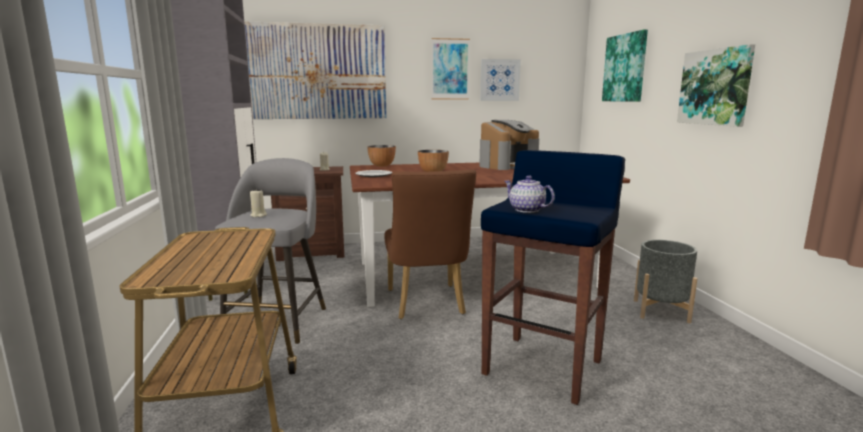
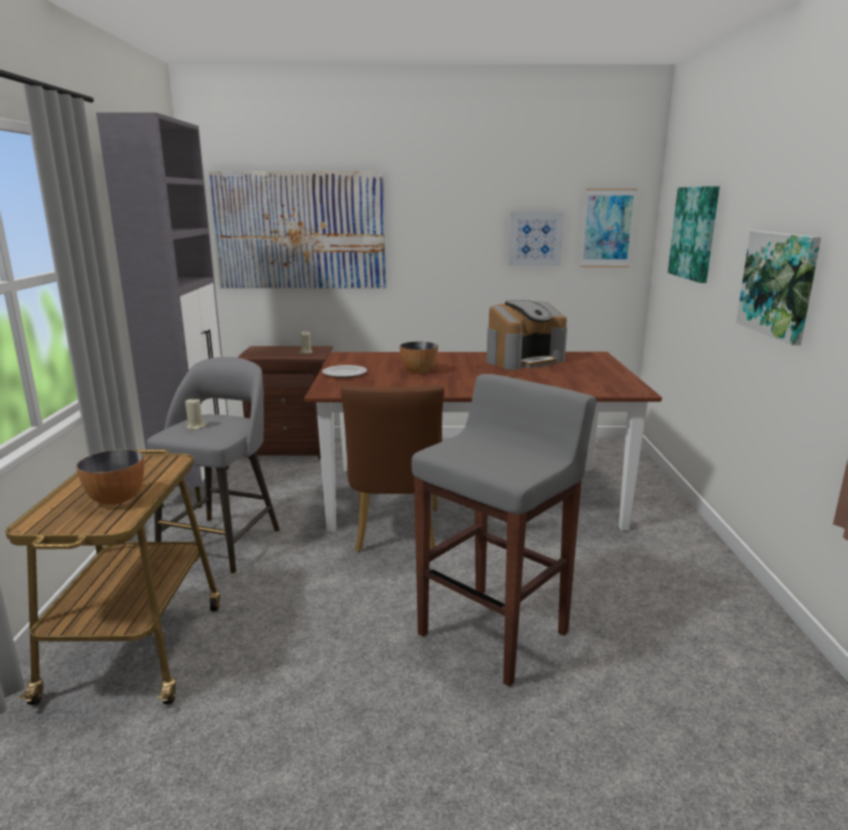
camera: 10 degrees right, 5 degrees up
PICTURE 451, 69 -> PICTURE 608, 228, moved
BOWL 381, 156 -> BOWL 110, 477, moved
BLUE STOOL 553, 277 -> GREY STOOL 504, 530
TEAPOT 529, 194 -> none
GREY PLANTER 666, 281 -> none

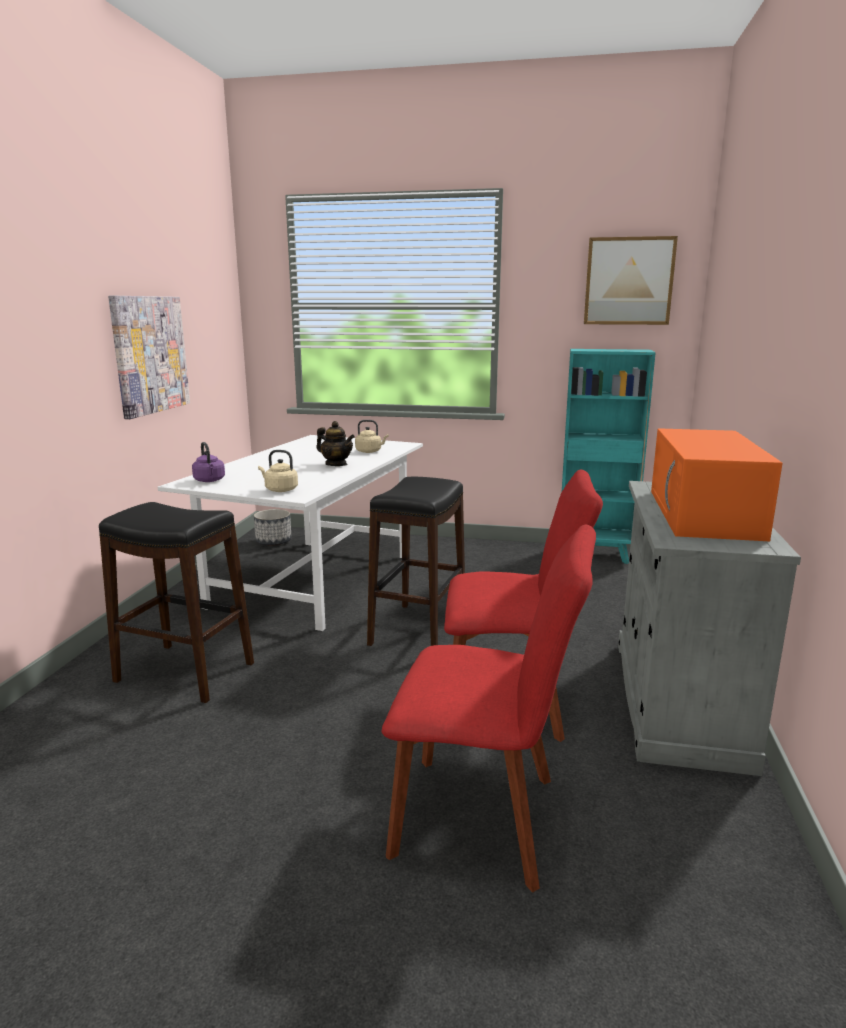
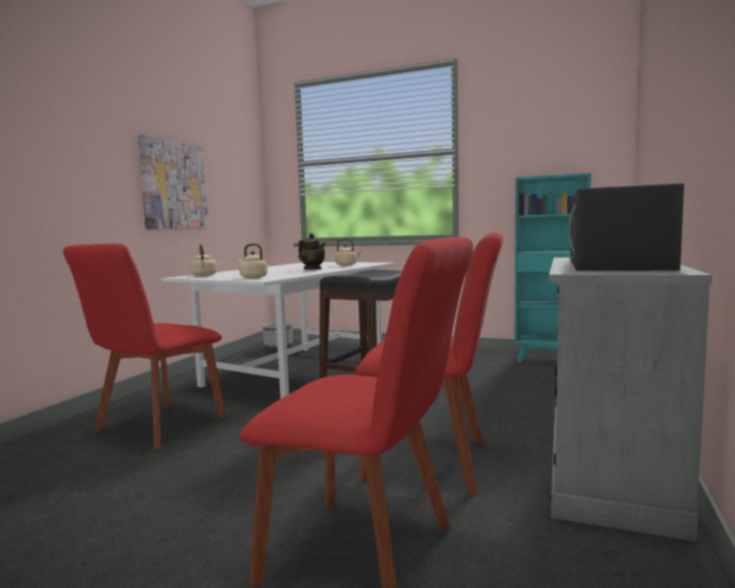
camera: 10 degrees right, 10 degrees down
PICTURE 631, 280 -> none
ORANGE MICROWAVE 717, 484 -> BLACK MICROWAVE 626, 227
PURPLE KETTLE 208, 462 -> BEIGE KETTLE 203, 260
BLACK STOOL 176, 602 -> RED CHAIR 144, 346

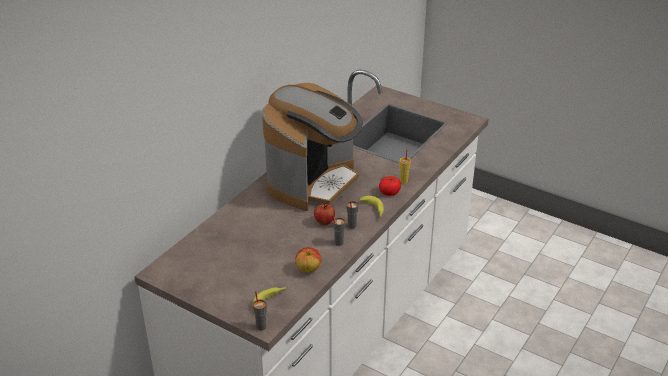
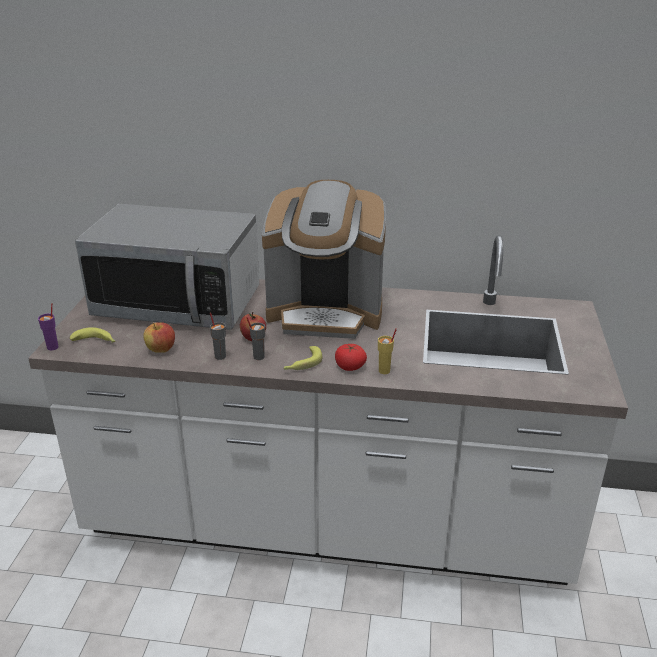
camera: 65 degrees right, 5 degrees down
GREY CUP 260, 311 -> PURPLE CUP 48, 326
none -> MICROWAVE 167, 267

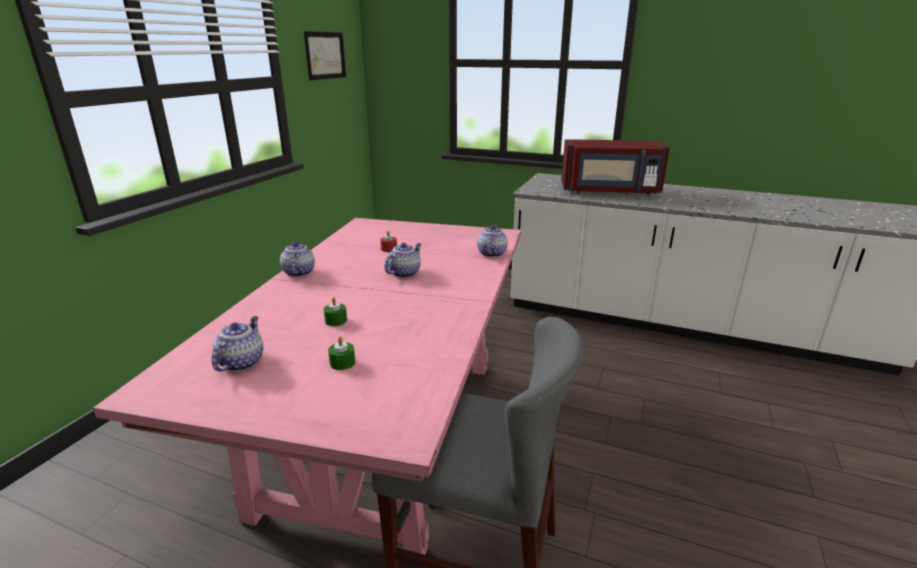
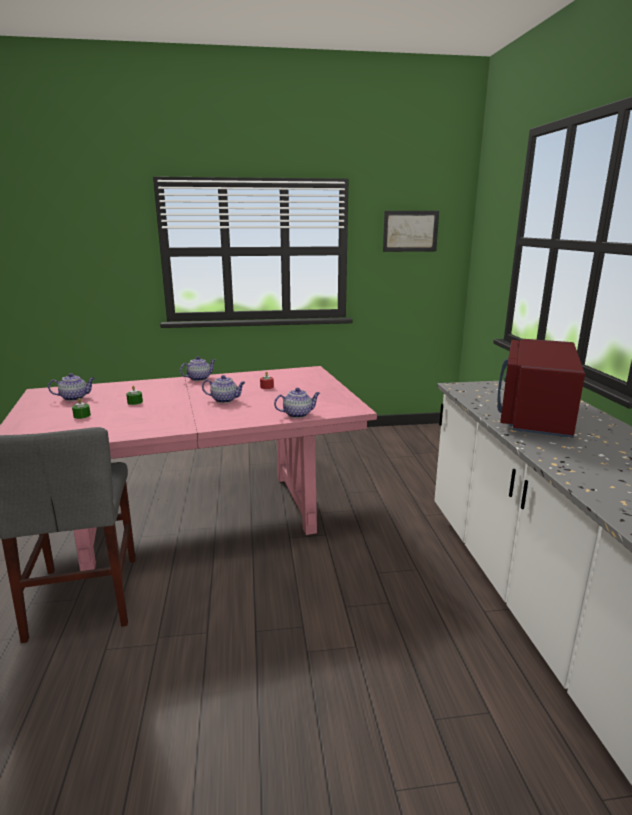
camera: 60 degrees right, 5 degrees down
RED MICROWAVE 615, 167 -> RED MICROWAVE 541, 388, 45 degrees clockwise

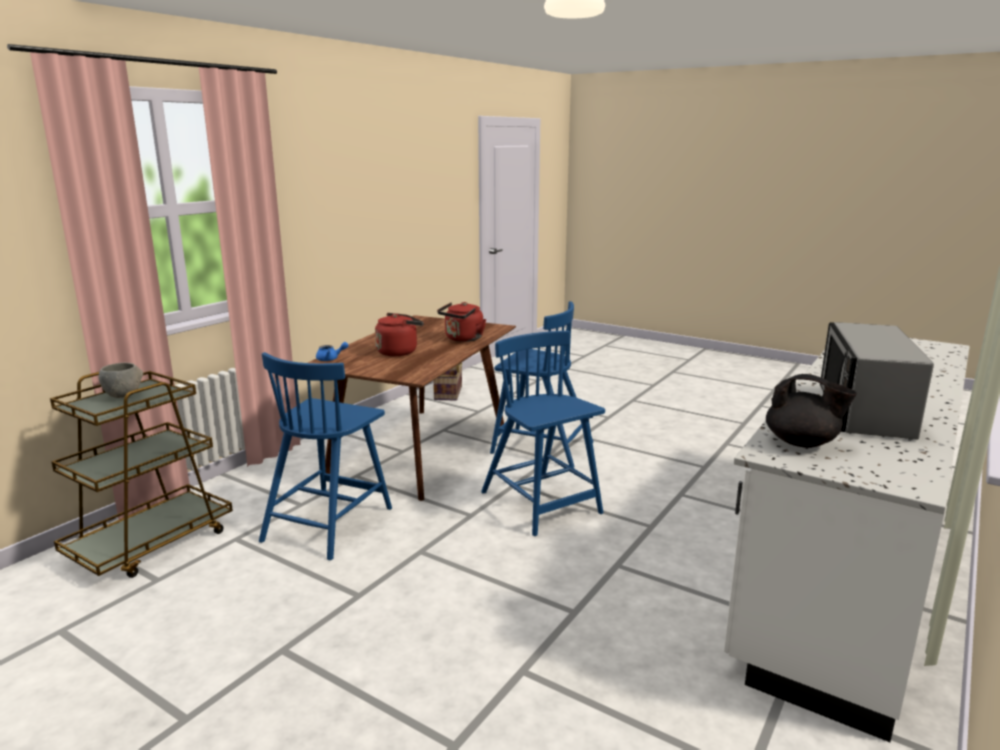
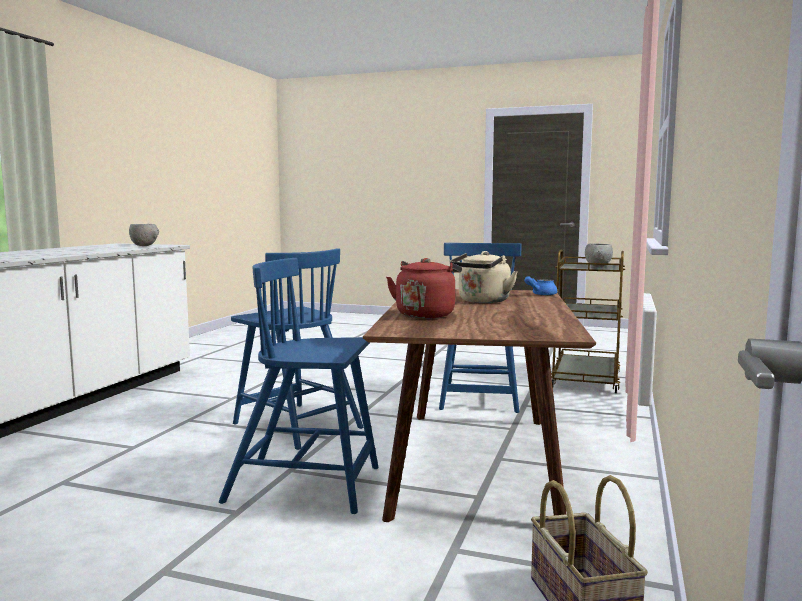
camera: 165 degrees right, 10 degrees down
RED KETTLE 399, 334 -> BEIGE KETTLE 484, 277
MICROWAVE 877, 381 -> none
BLACK TEAPOT 811, 411 -> GREY BOWL 144, 235

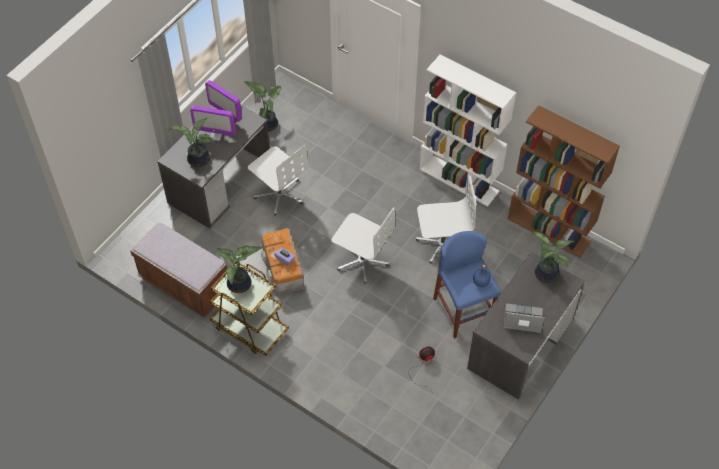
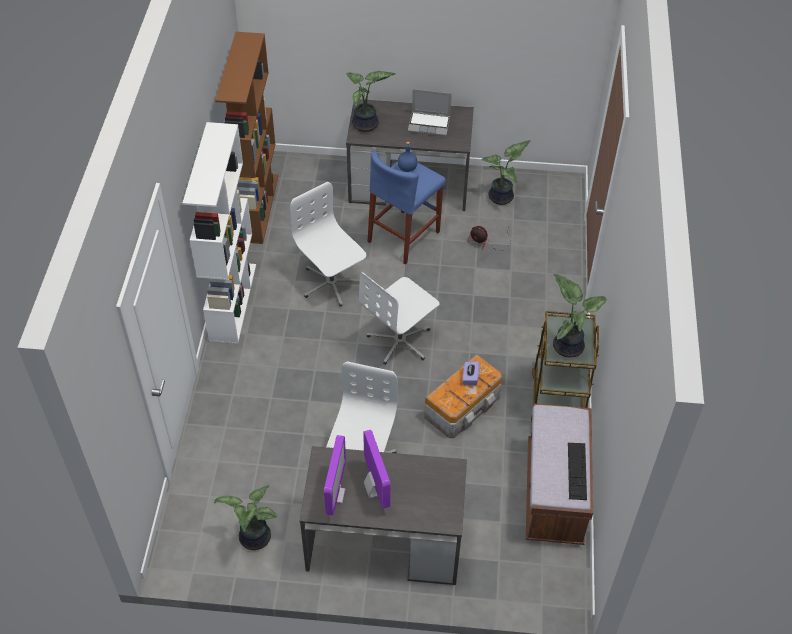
camera: 120 degrees left, 5 degrees down
POTTED PLANT 191, 142 -> POTTED PLANT 506, 172, moved
WHITE OFFICE CHAIR 363, 245 -> WHITE OFFICE CHAIR 399, 318, 135 degrees counterclockwise
LAPTOP 524, 318 -> LAPTOP 430, 112, 60 degrees counterclockwise
none -> KEYBOARD 577, 471

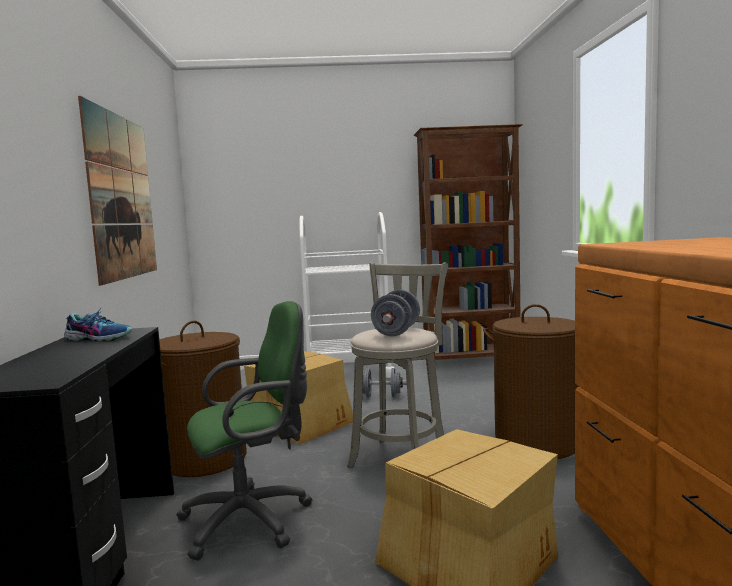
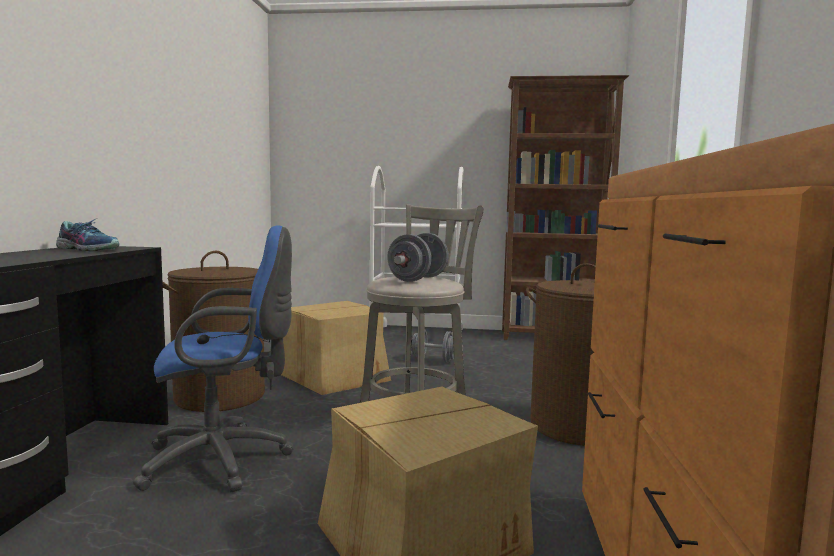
camera: 10 degrees right, 0 degrees up
PICTURE 117, 191 -> none
GREEN OFFICE CHAIR 244, 430 -> BLUE OFFICE CHAIR 213, 359

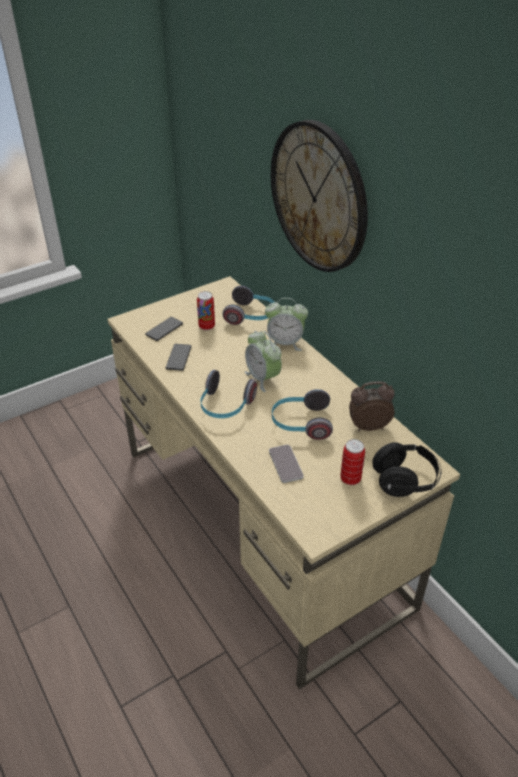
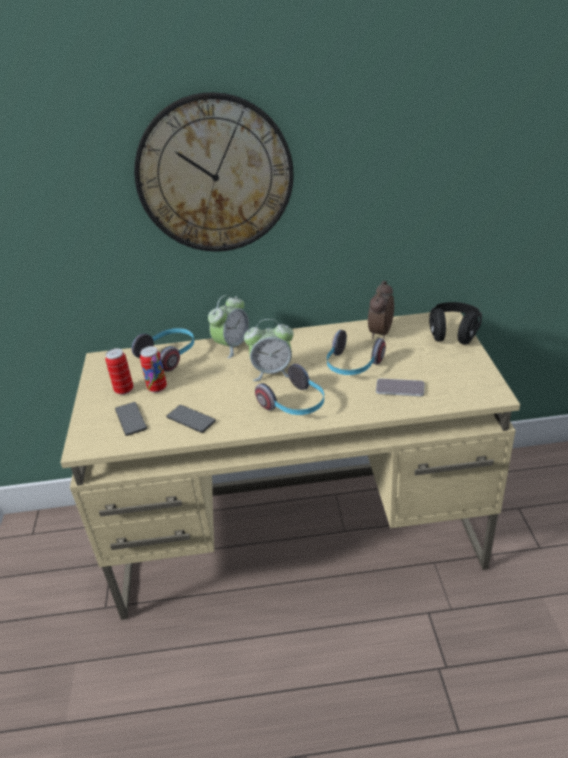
camera: 60 degrees left, 5 degrees down
CAN 352, 462 -> CAN 119, 371, moved

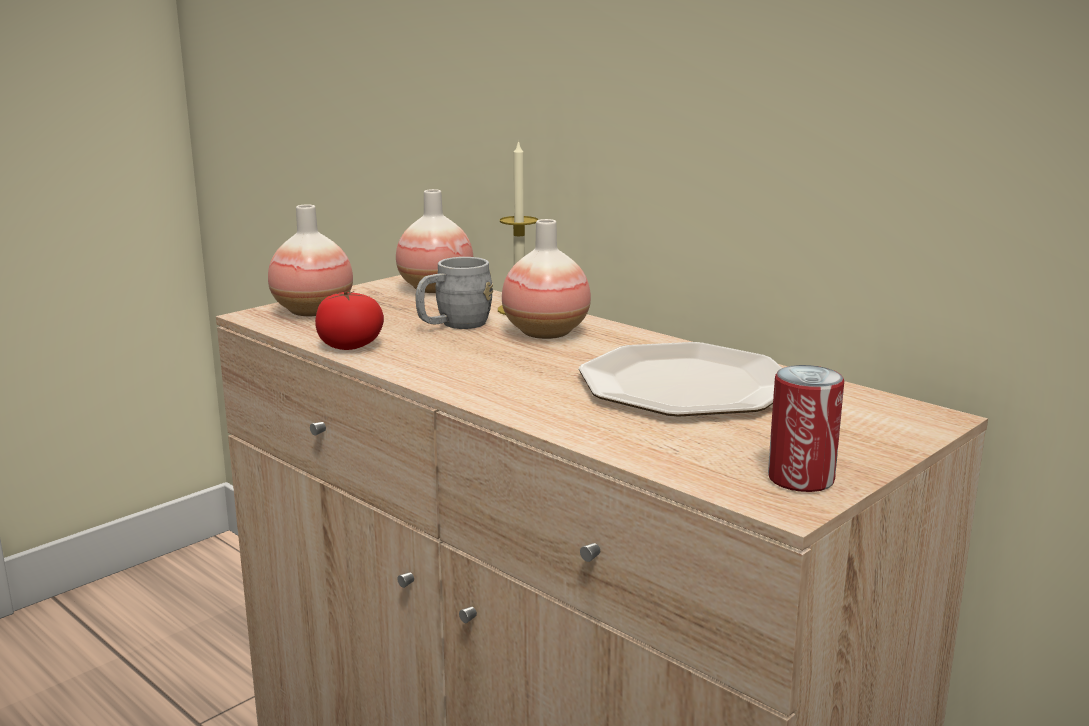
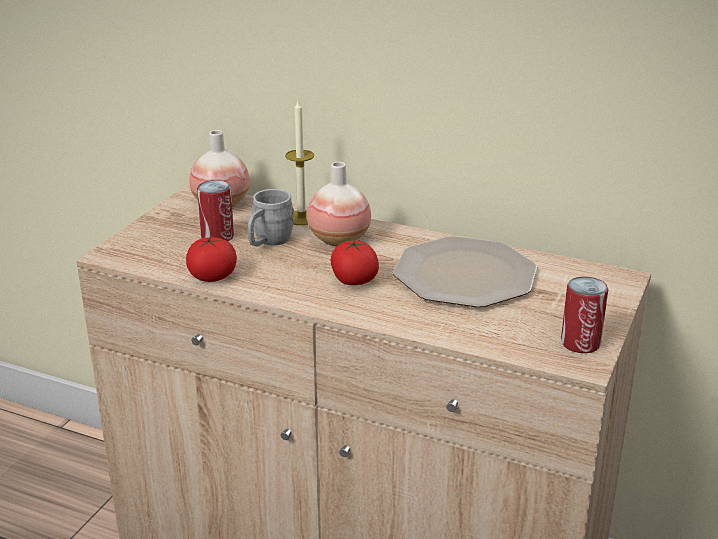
camera: 20 degrees left, 10 degrees up
VASE 310, 260 -> none
none -> CAN 215, 210
none -> TOMATO 355, 262

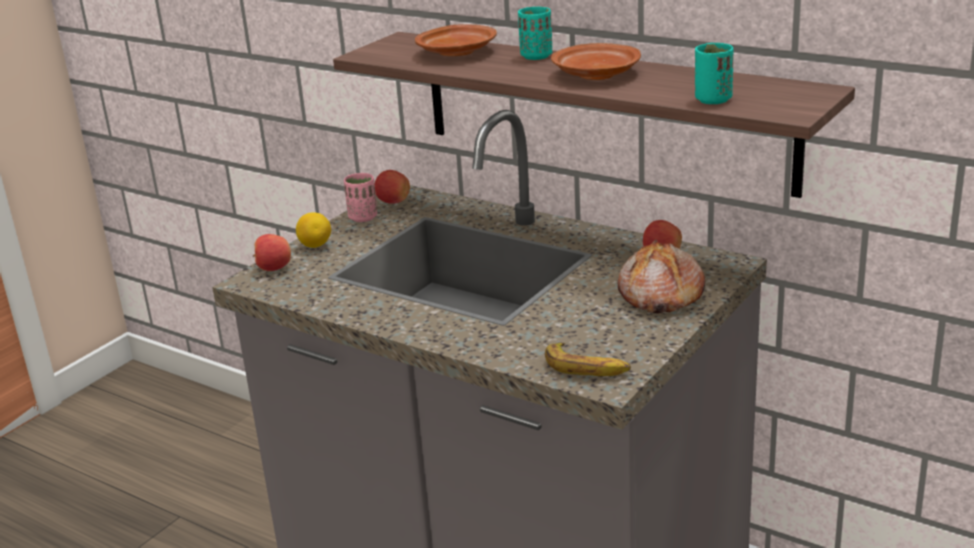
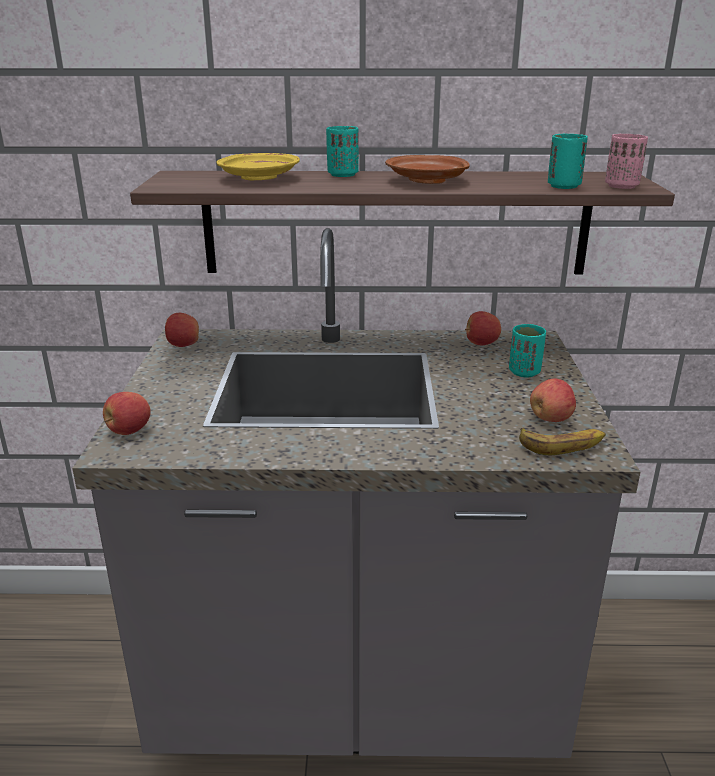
camera: 35 degrees left, 0 degrees up
BROWN PLATE 456, 40 -> YELLOW PLATE 258, 167
PINK CUP 360, 197 -> PINK CUP 626, 161, moved
LEMON 313, 230 -> none
BREAD 661, 277 -> TURQUOISE CUP 527, 351
none -> APPLE 553, 400

